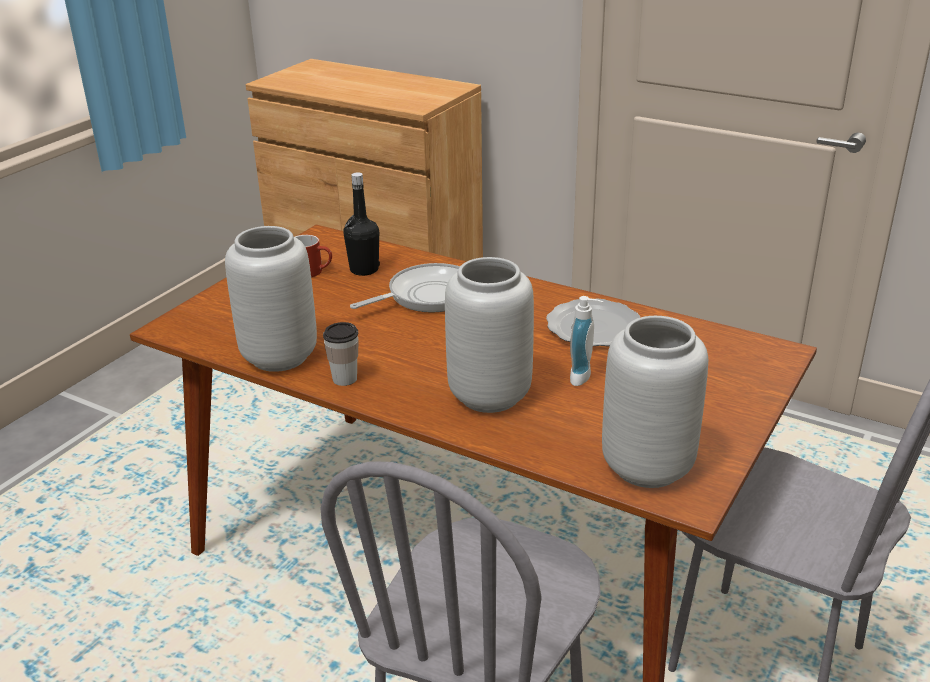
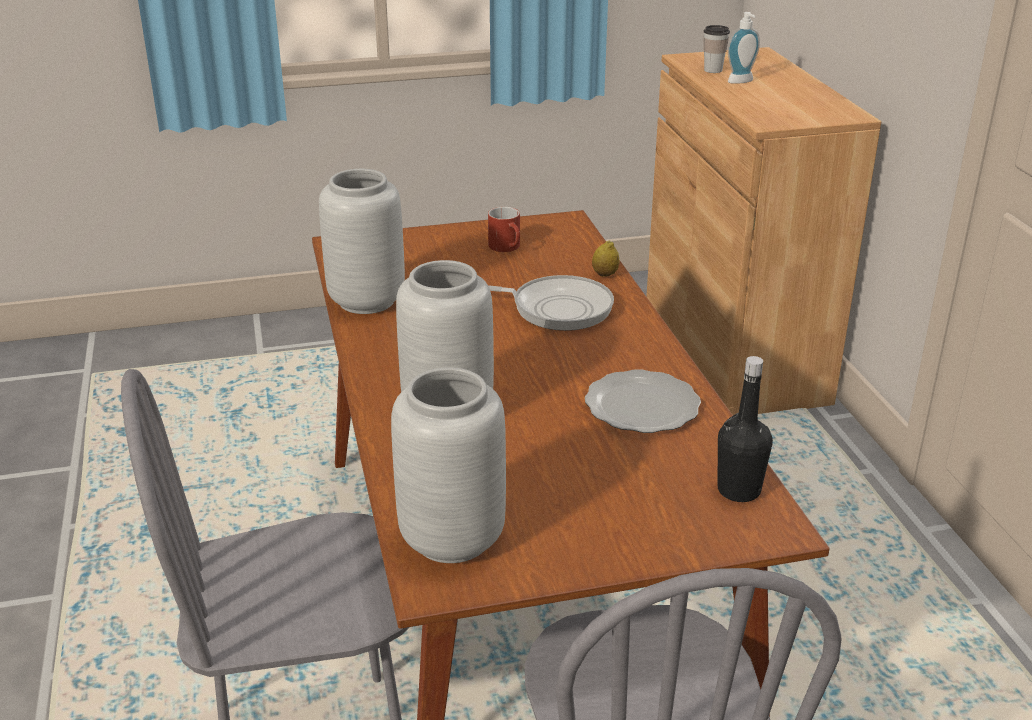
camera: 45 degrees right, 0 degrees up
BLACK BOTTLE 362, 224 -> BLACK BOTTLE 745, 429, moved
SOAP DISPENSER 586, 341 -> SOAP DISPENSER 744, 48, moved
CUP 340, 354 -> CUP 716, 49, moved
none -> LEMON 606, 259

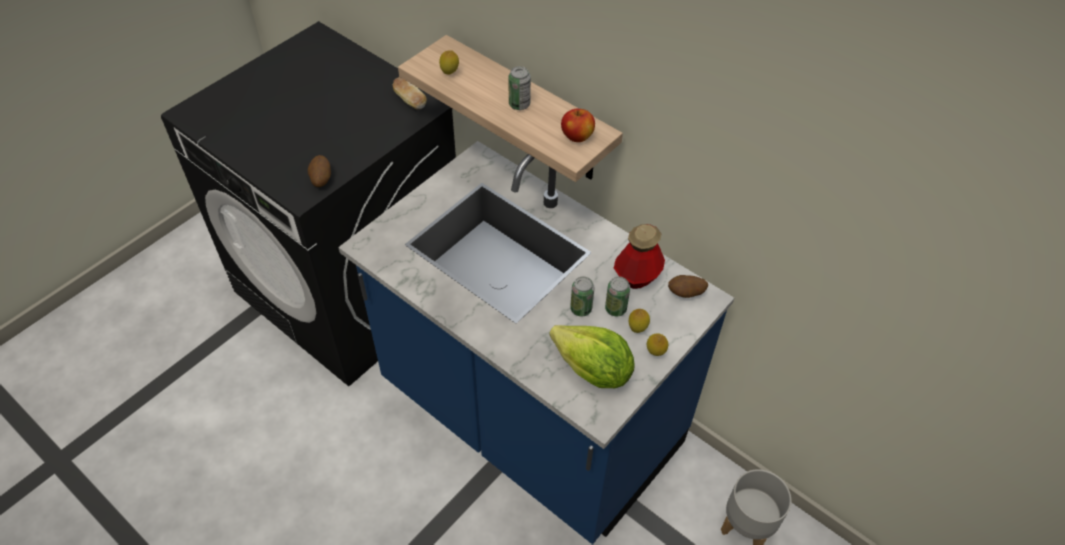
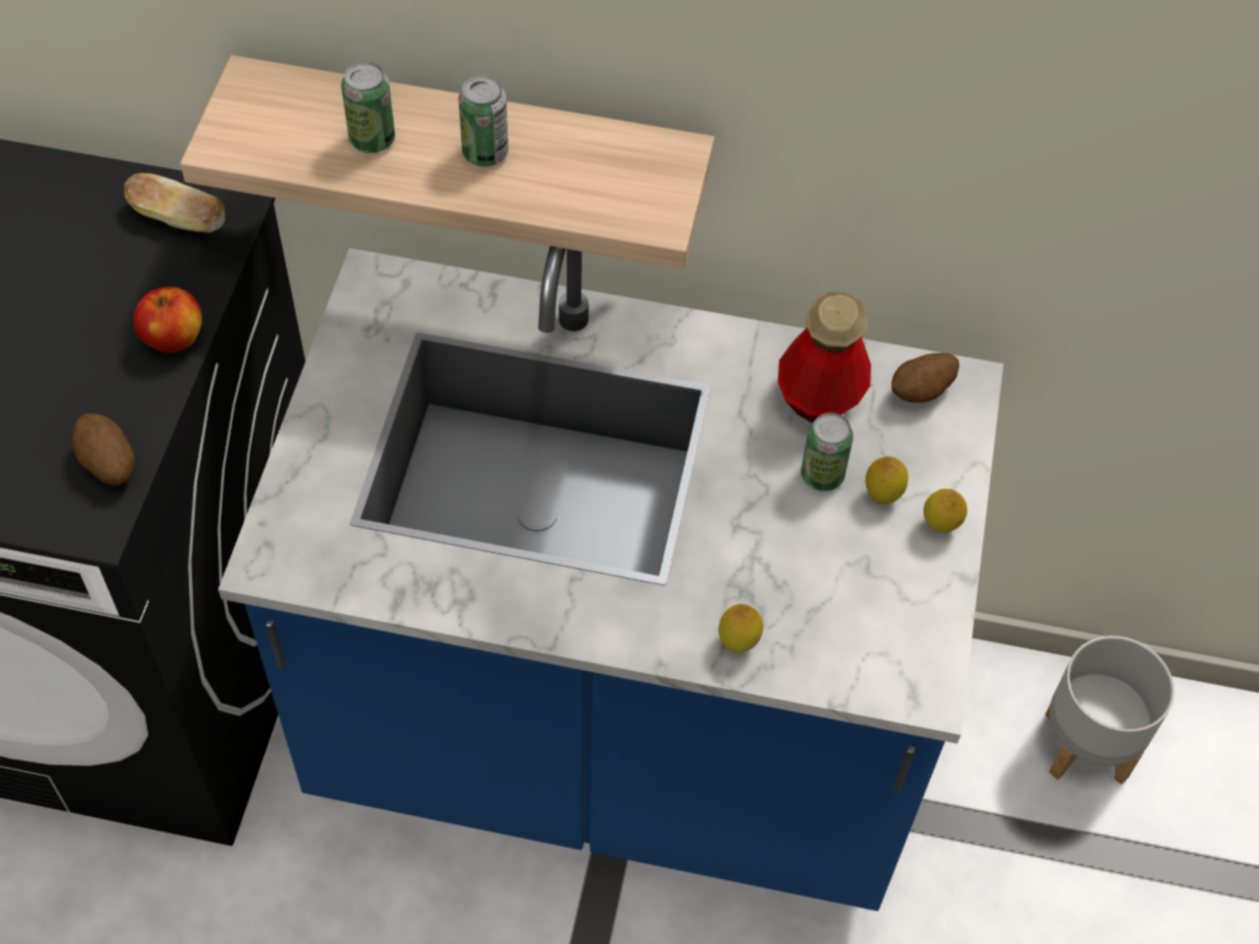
camera: 30 degrees left, 5 degrees up
LEMON 449, 62 -> LEMON 740, 628, moved
APPLE 578, 125 -> APPLE 167, 320, moved
CAN 582, 296 -> CAN 368, 107, moved
LETTUCE 591, 356 -> none

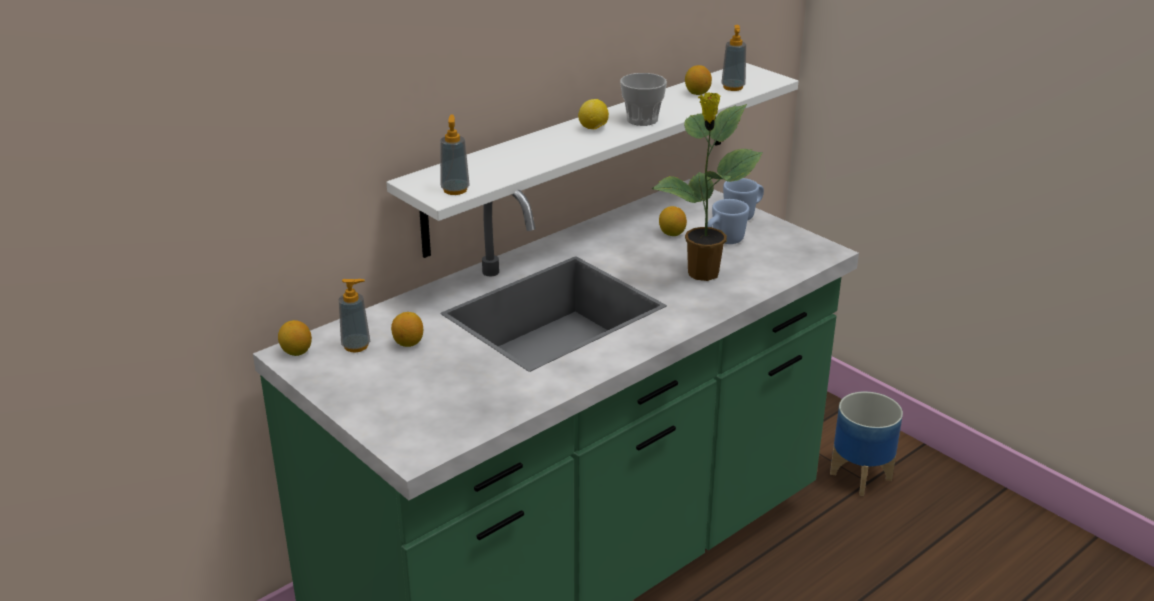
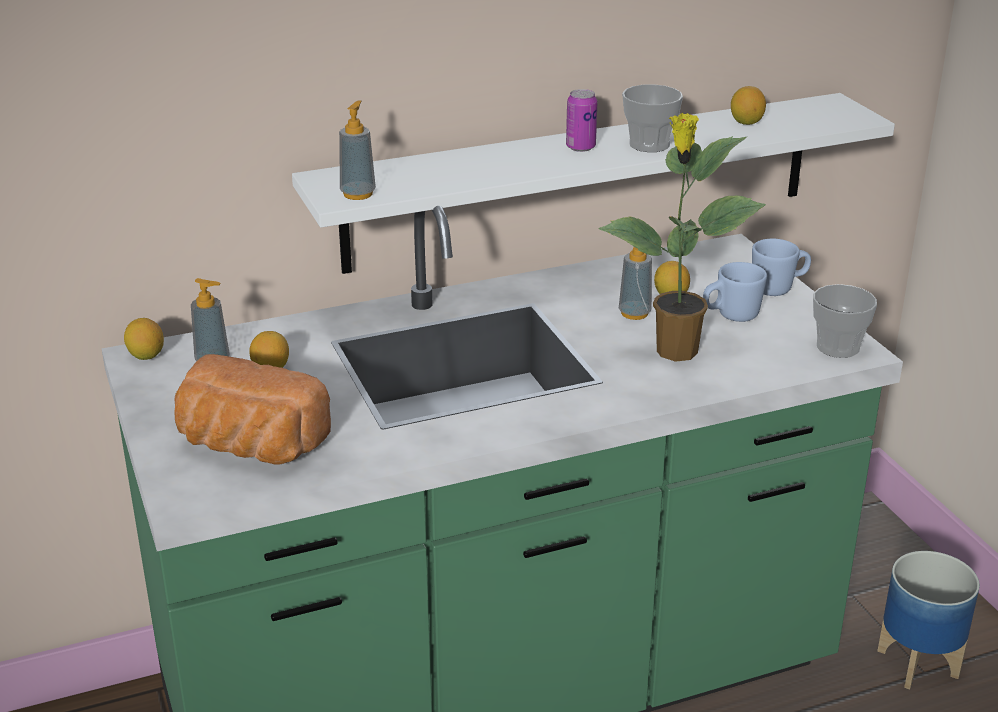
camera: 20 degrees right, 0 degrees up
SOAP DISPENSER 733, 58 -> SOAP DISPENSER 635, 283, moved
LEMON 593, 114 -> CAN 581, 120
none -> CUP 845, 321
none -> BREAD 252, 409

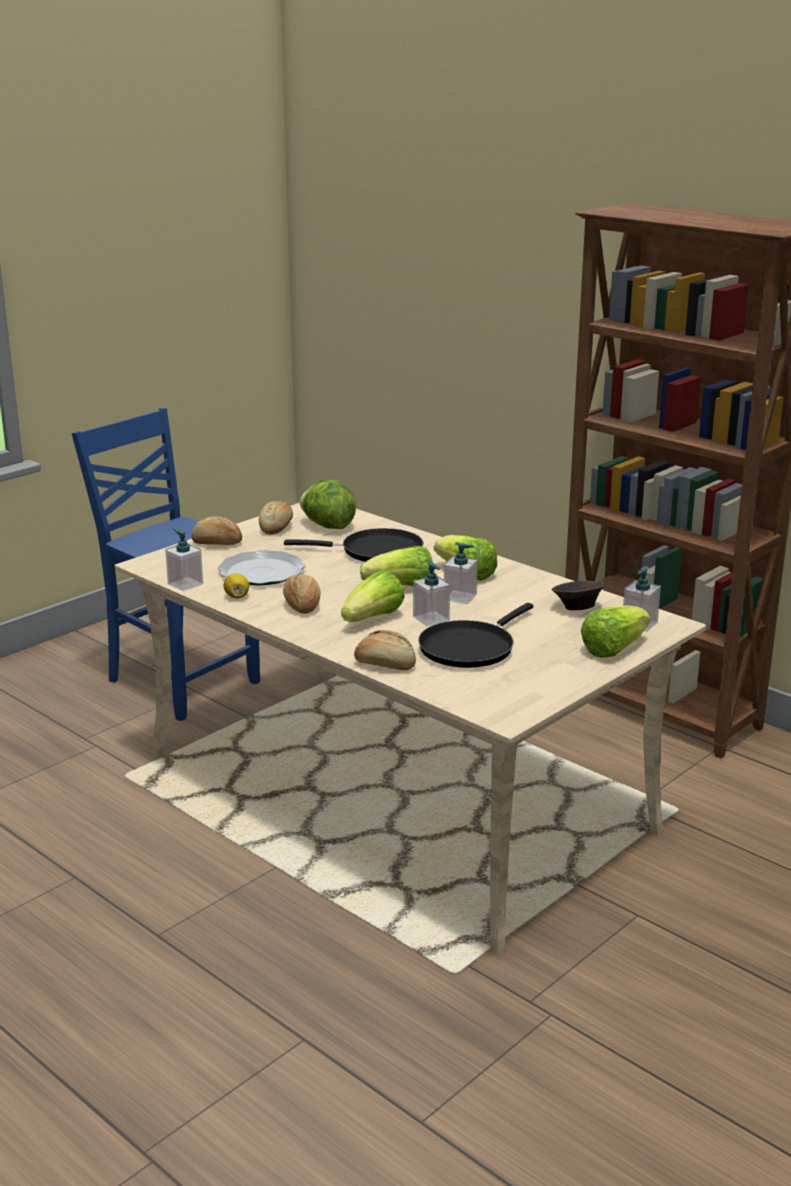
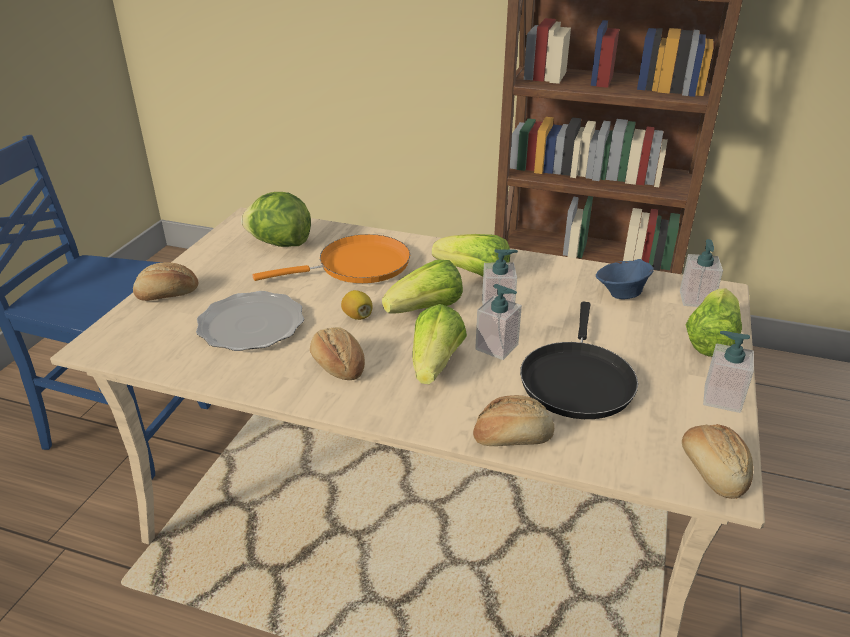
camera: 25 degrees left, 10 degrees up
BREAD 276, 518 -> BREAD 717, 461, moved
SOAP DISPENSER 184, 559 -> SOAP DISPENSER 728, 372, moved
BLACK FRYING PAN 354, 545 -> ORANGE FRYING PAN 331, 258
LEMON 236, 586 -> LEMON 357, 305, moved
BROWN BOWL 578, 595 -> BLUE BOWL 625, 279

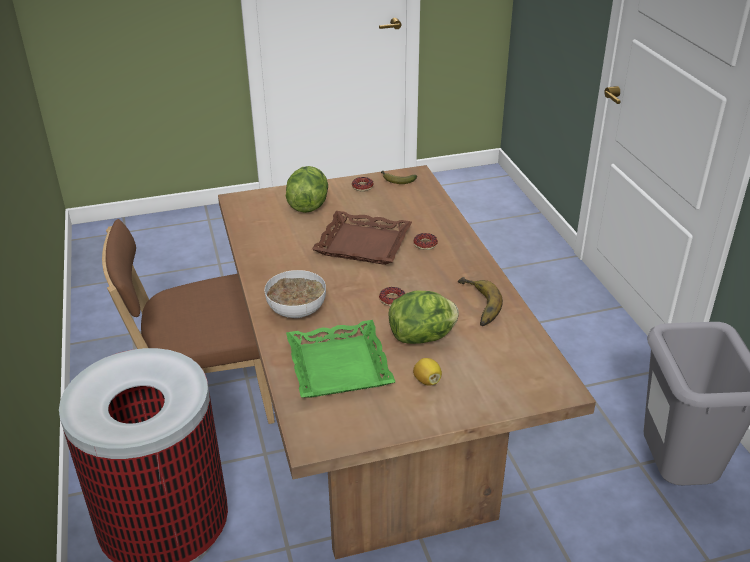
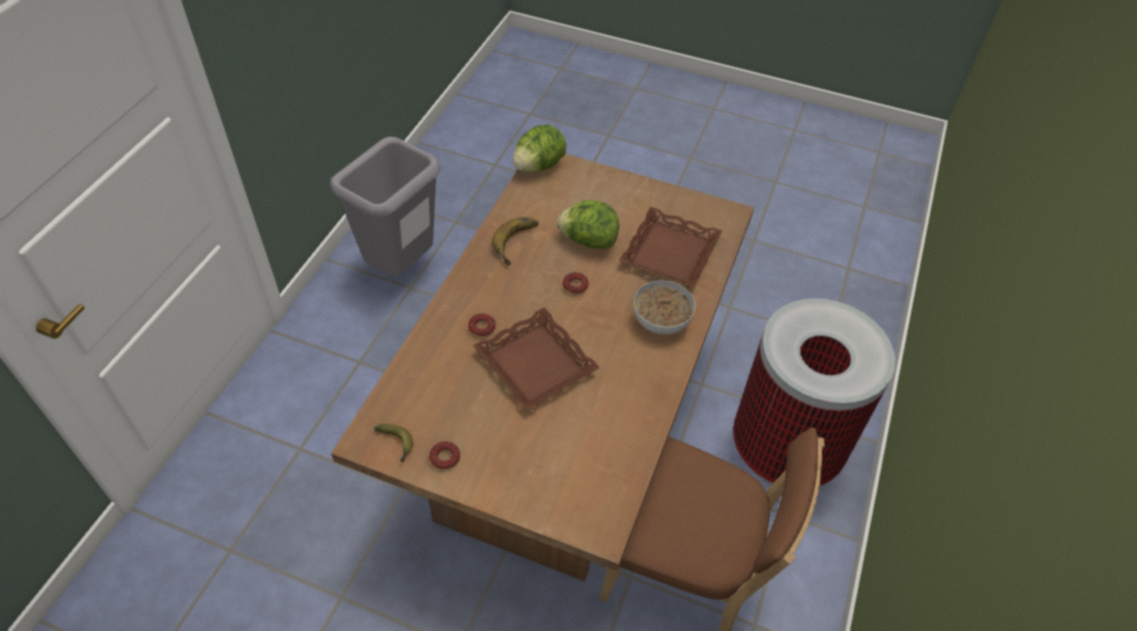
camera: 145 degrees left, 15 degrees up
LETTUCE 307, 189 -> LETTUCE 539, 148, moved
GREEN TRAY 340, 359 -> BROWN TRAY 670, 247
LEMON 427, 372 -> none

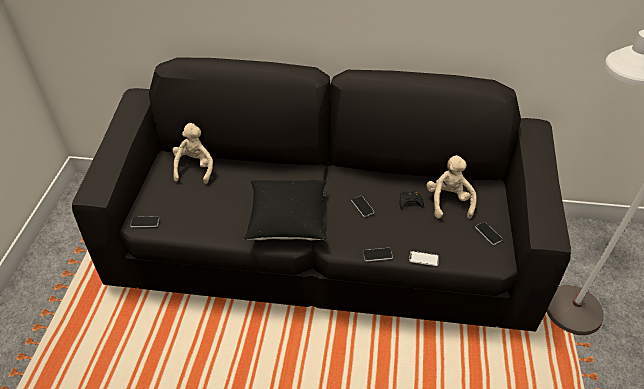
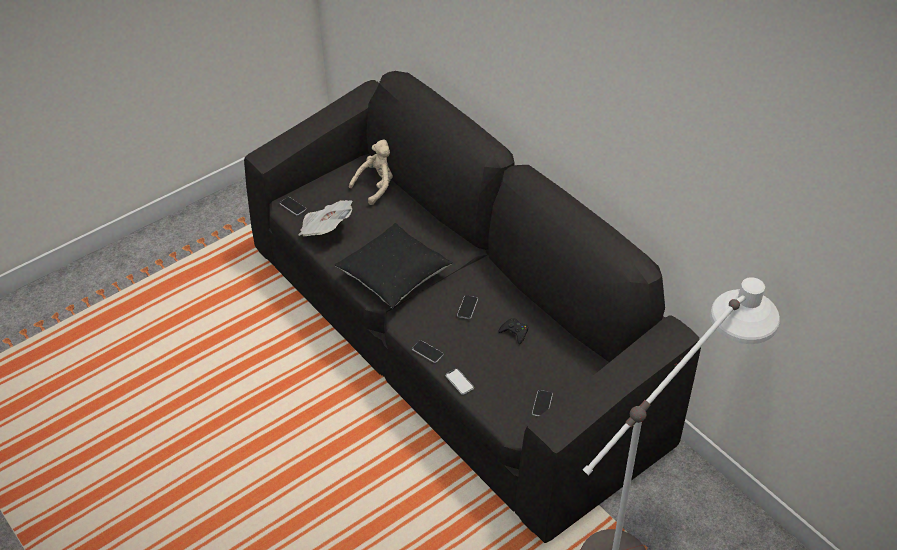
camera: 45 degrees right, 0 degrees up
BEIGE PLUSH TOY 451, 187 -> none
none -> NEWSPAPER 325, 218

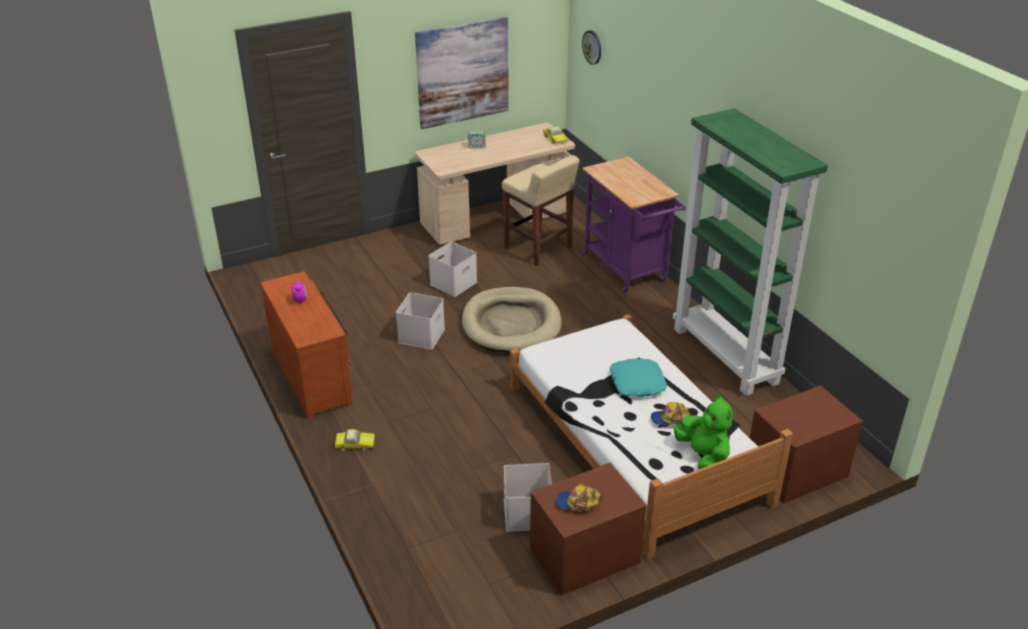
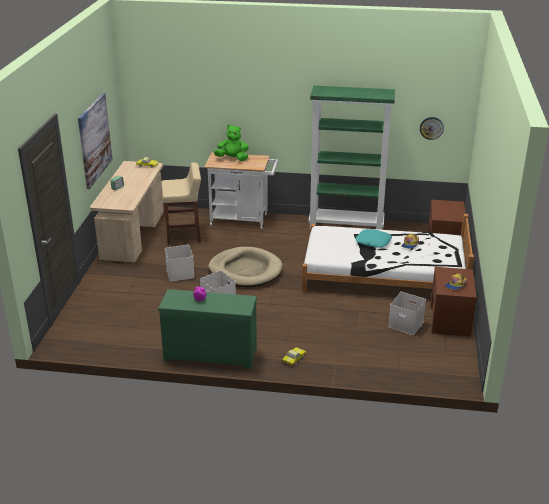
camera: 55 degrees left, 5 degrees down
WALL CLOCK 591, 47 -> WALL CLOCK 432, 128, moved
PURPLE CART 634, 225 -> WHITE CART 241, 191
BROWN DRESSER 306, 345 -> GREEN DRESSER 207, 329
GREEN PLUSH TOY 703, 431 -> GREEN PLUSH TOY 231, 143, moved

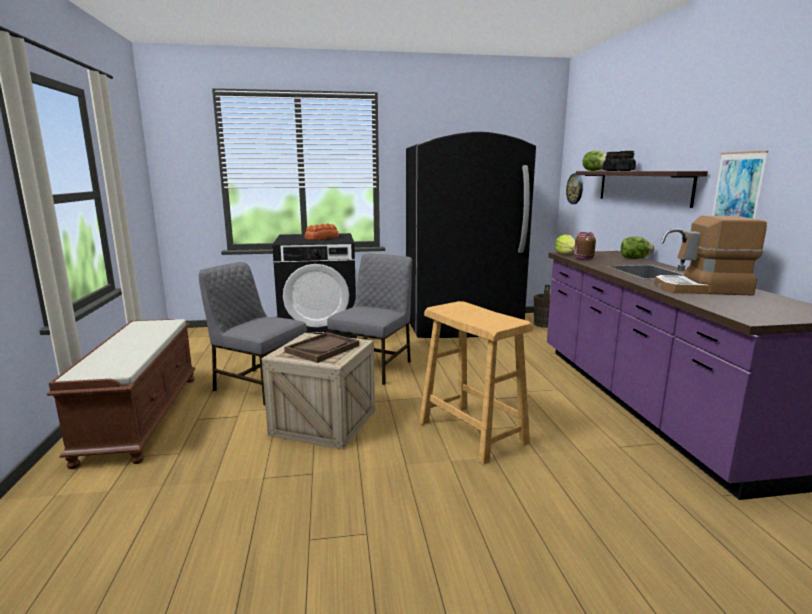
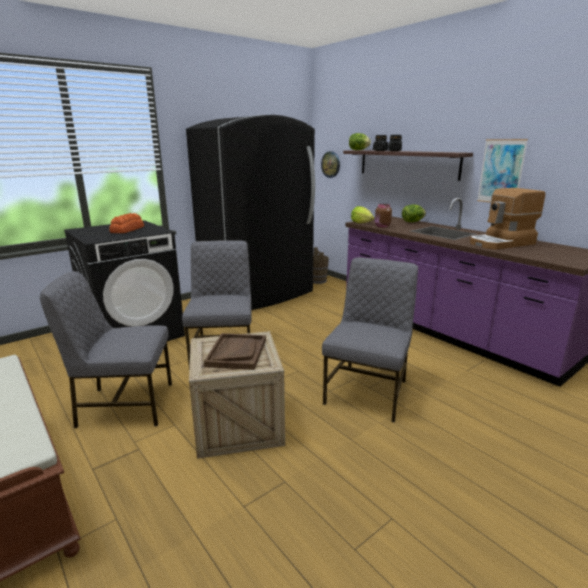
camera: 30 degrees left, 5 degrees up
BEIGE STOOL 476, 382 -> GREY CHAIR 370, 340

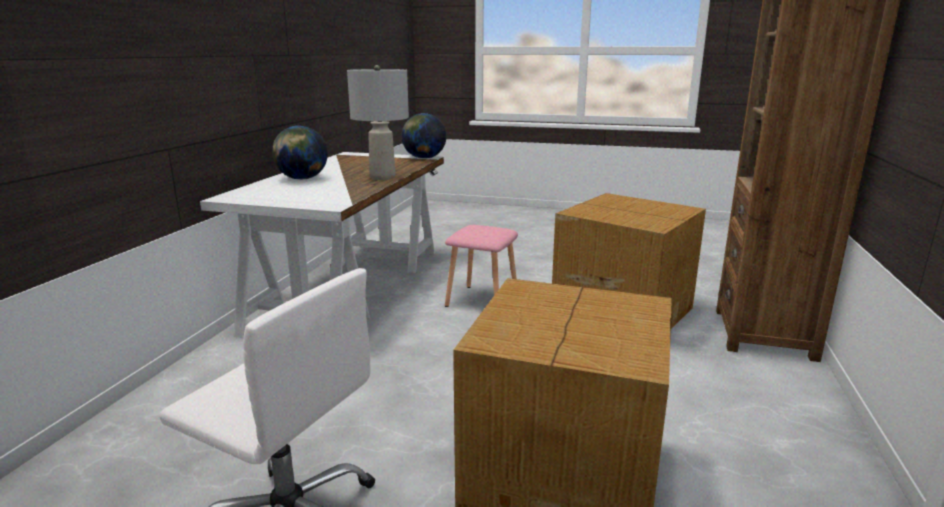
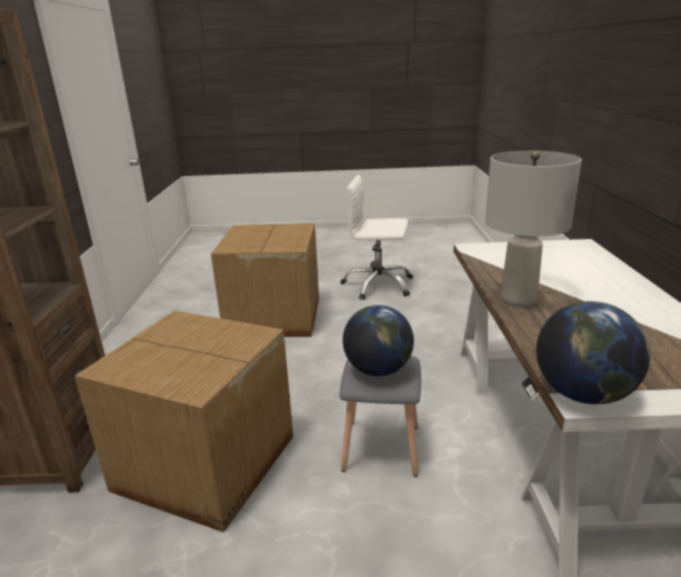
camera: 165 degrees right, 5 degrees up
GLOBE 300, 153 -> GLOBE 378, 340, moved
PINK STOOL 481, 266 -> GREY STOOL 380, 416

